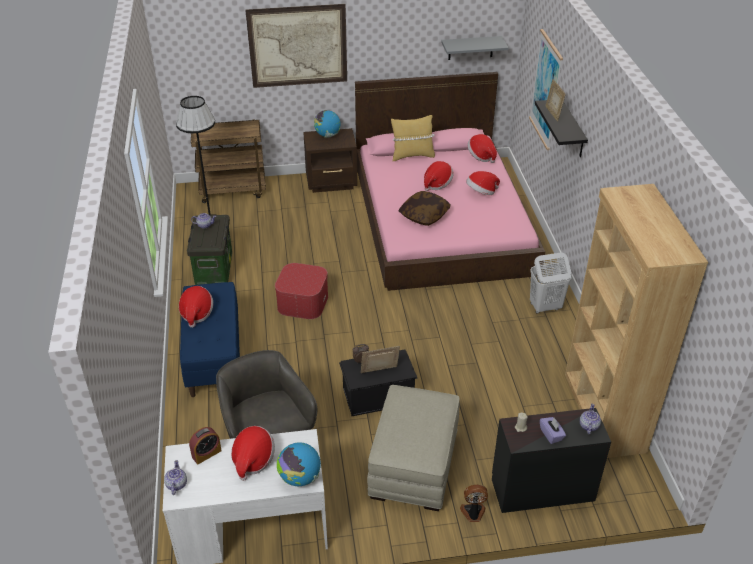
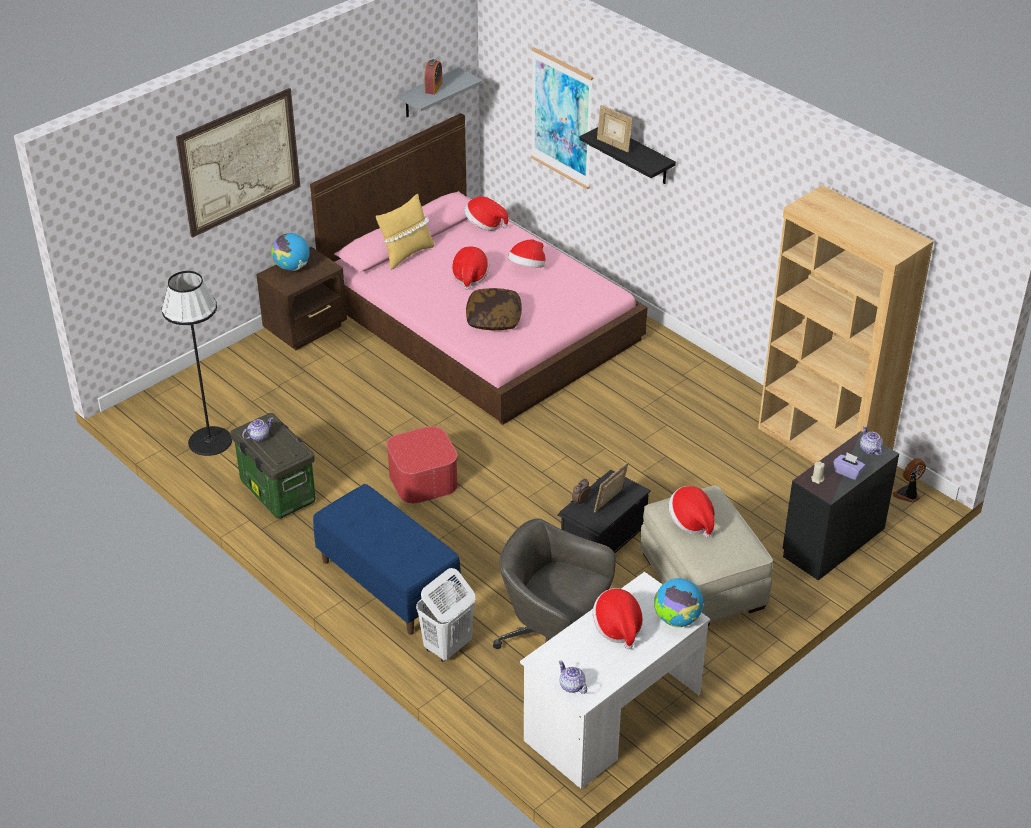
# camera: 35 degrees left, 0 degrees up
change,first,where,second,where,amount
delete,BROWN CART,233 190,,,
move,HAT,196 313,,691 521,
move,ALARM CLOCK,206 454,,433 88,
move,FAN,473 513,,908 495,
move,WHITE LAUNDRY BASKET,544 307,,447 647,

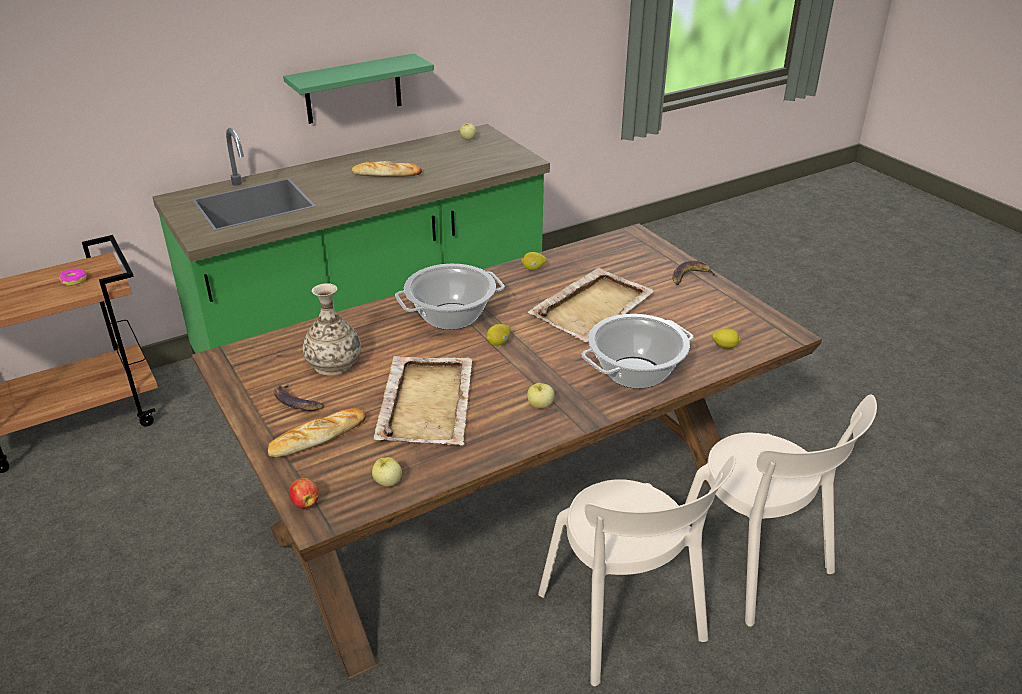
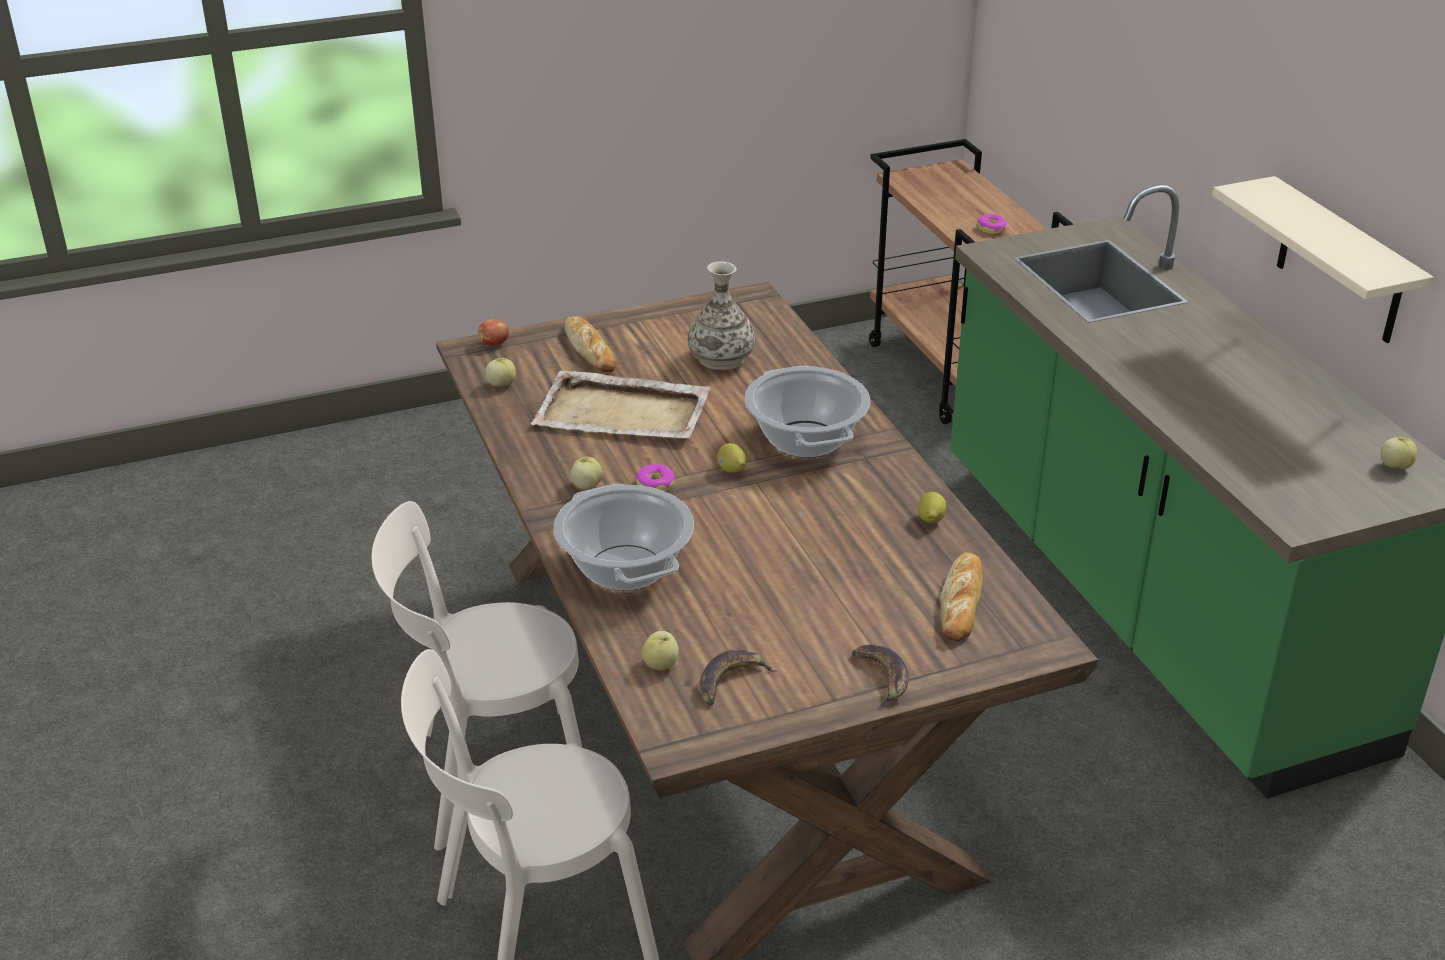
# camera: 100 degrees right, 0 degrees up
change,first,where,second,where,amount
delete,BEIGE TRAY,593 307,,,
insert,,,DONUT,655 484,
move,BANANA,296 402,,730 680,
move,BREAD,387 174,,961 602,
replace,LEMON,724 347,APPLE,661 664,
recolor,GREEN SHELF,353 89,BEIGE SHELF,1341 263,

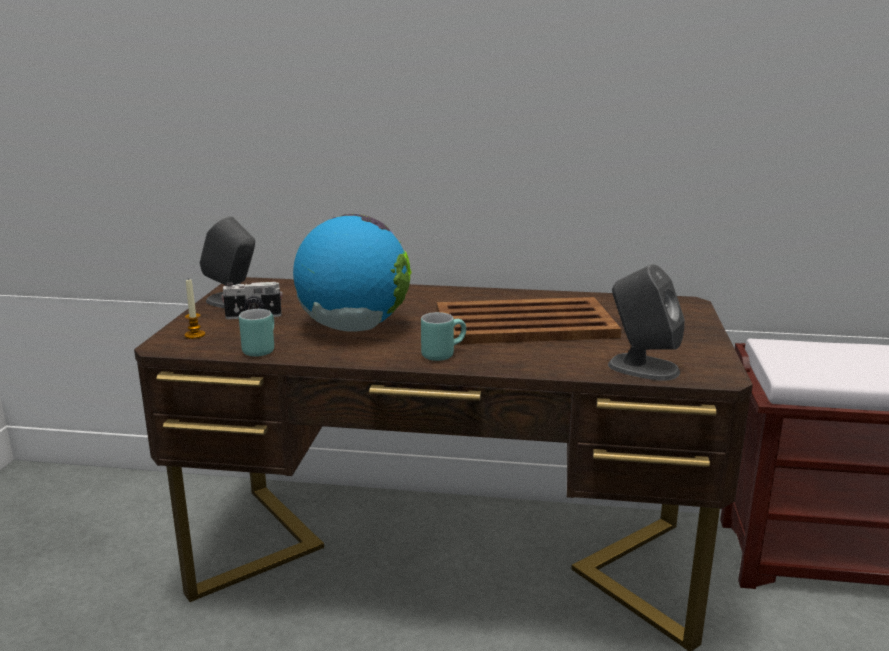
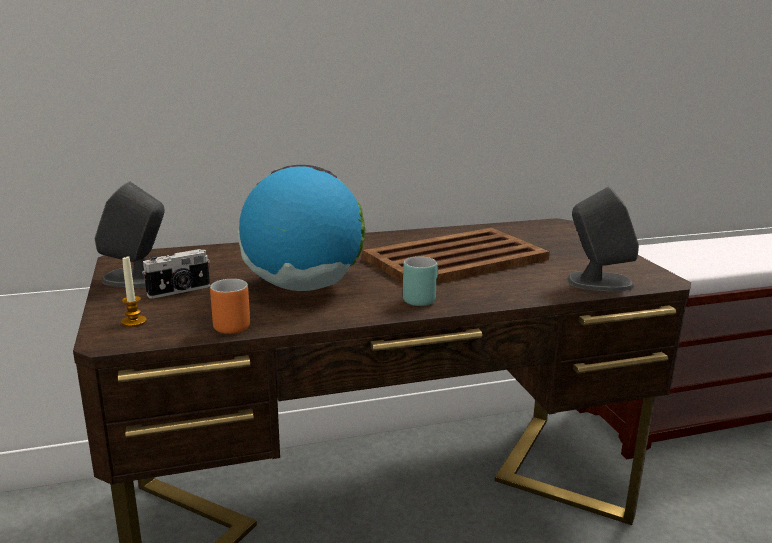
# camera: 25 degrees left, 0 degrees up
change,first,where,second,where,amount
recolor,TURQUOISE MUG,259 349,ORANGE MUG,229 324,

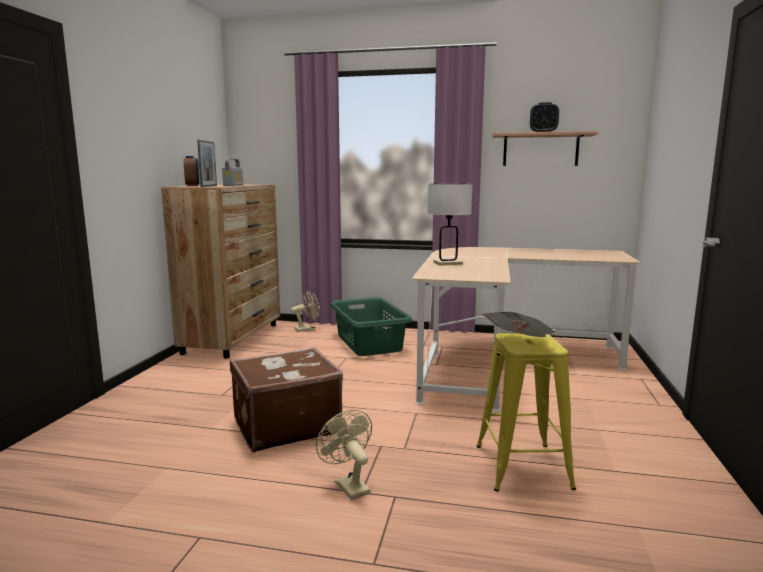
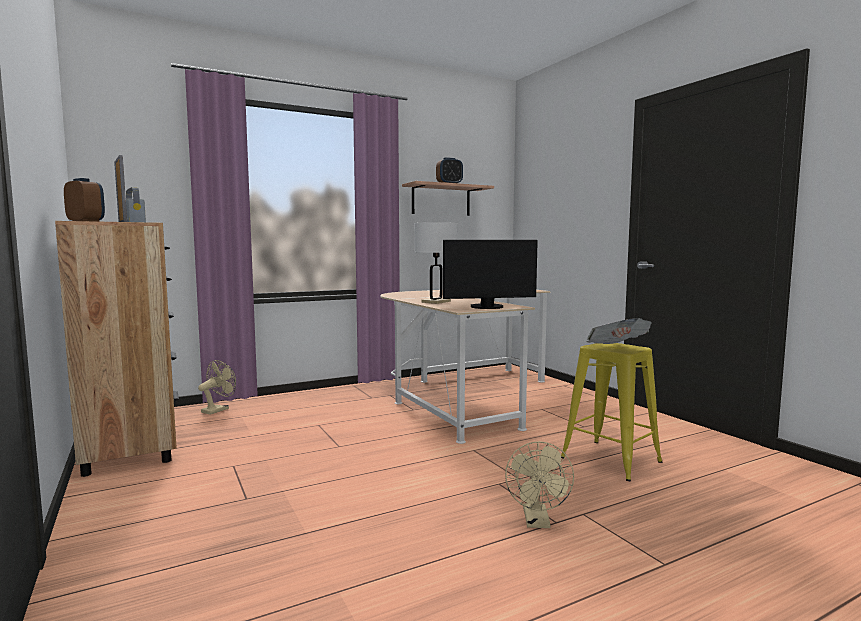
# camera: 40 degrees left, 5 degrees down
change,first,where,second,where,amount
delete,BROWN SUITCASE,285 425,,,
delete,GREEN LAUNDRY BASKET,369 342,,,
insert,,,MONITOR,488 307,
rotate,BEIGE FAN,348 485,,537 522,105 degrees counterclockwise

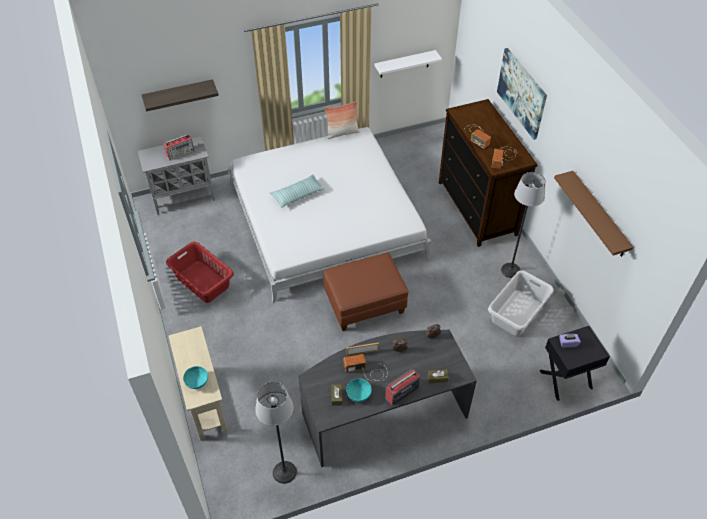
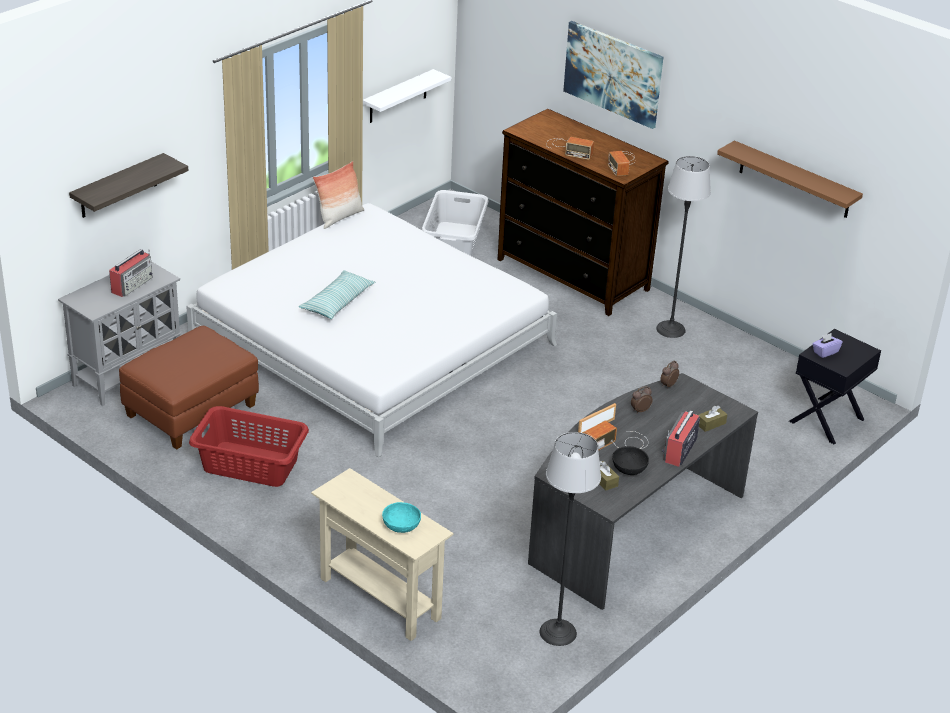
# camera: 30 degrees left, 15 degrees down
change,first,where,second,where,amount
move,BROWN OTTOMAN,364 303,,191 411,
move,GREY LAUNDRY BASKET,517 313,,455 241,
recolor,TURQUOISE BOWL,358 394,BLACK BOWL,629 469,

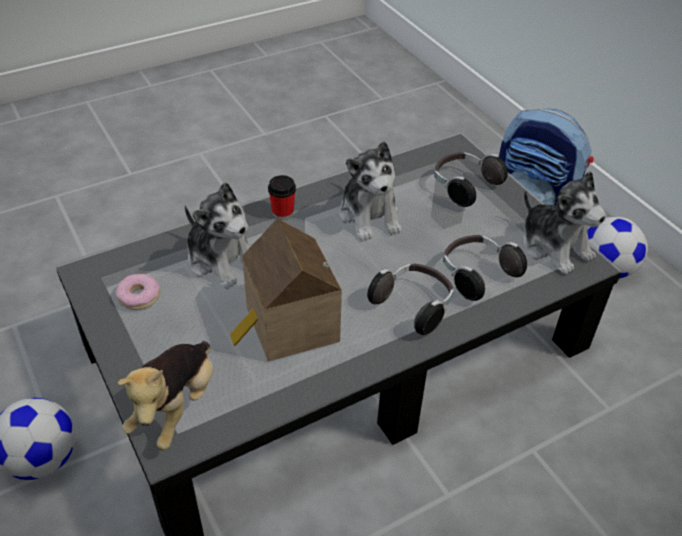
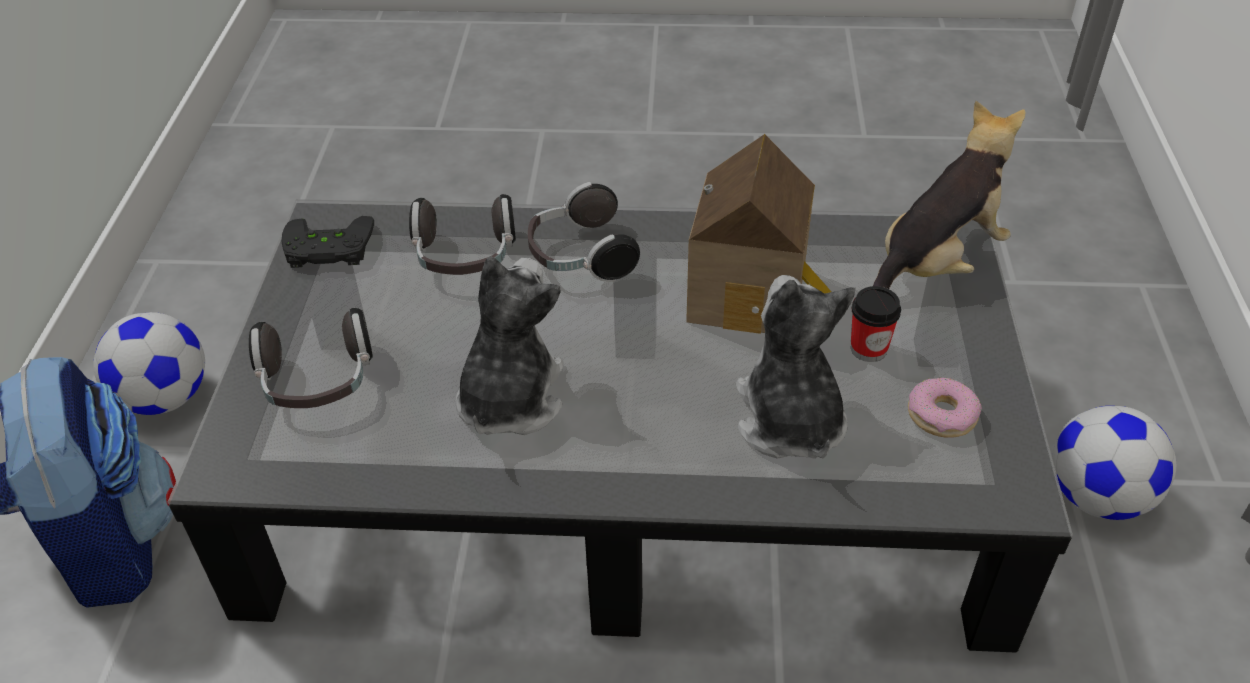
# camera: 145 degrees left, 0 degrees up
change,first,where,second,where,amount
move,CUP,282 213,,868 349,
replace,PLUSH TOY,554 247,BLACK GAME CONTROLLER,327 250,

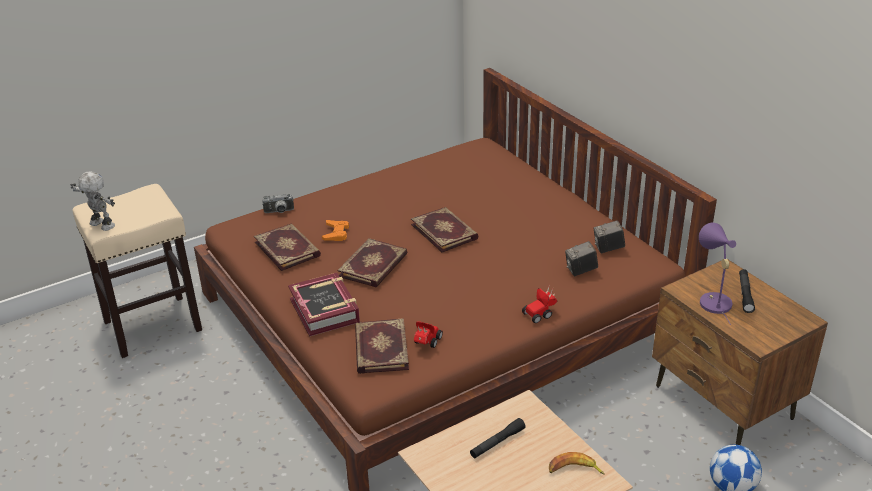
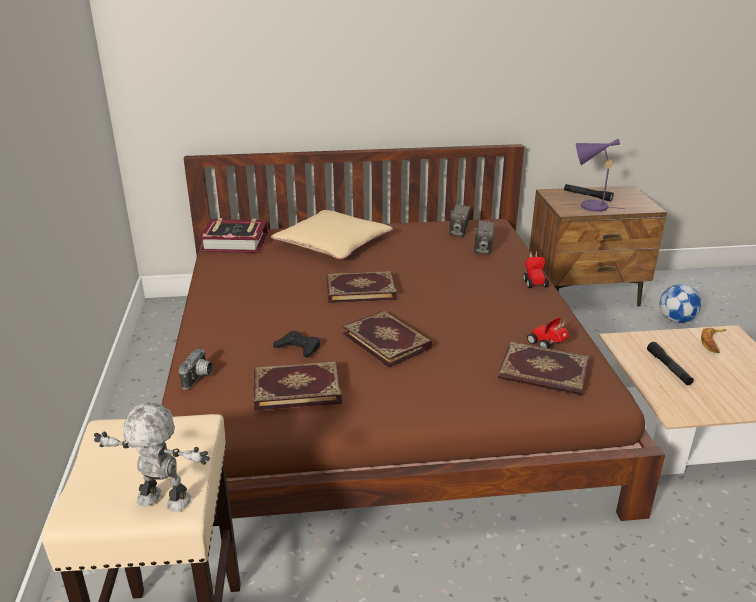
# camera: 65 degrees left, 5 degrees down
change,first,where,second,where,amount
insert,,,BEIGE PILLOW,333 243,
move,BOOK,325 310,,235 242,
recolor,ORANGE GAME CONTROLLER,336 233,BLACK GAME CONTROLLER,298 348,
rotate,TOY ROBOT,101 225,,163 502,45 degrees clockwise

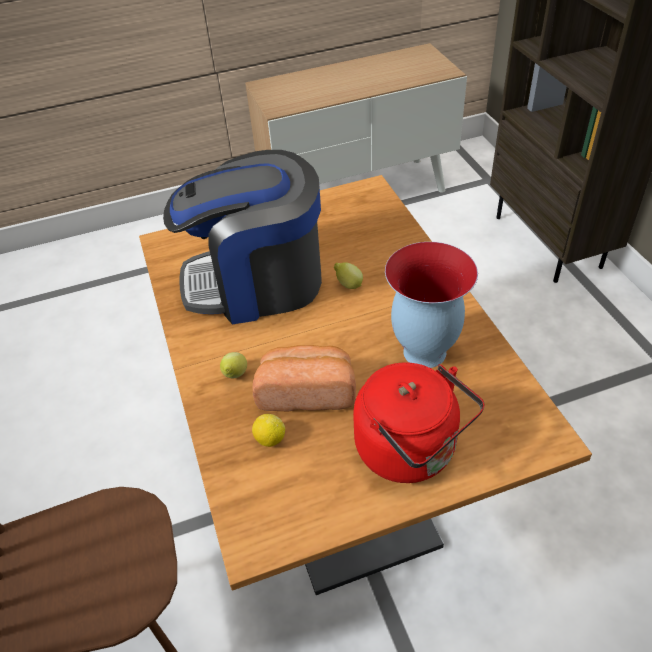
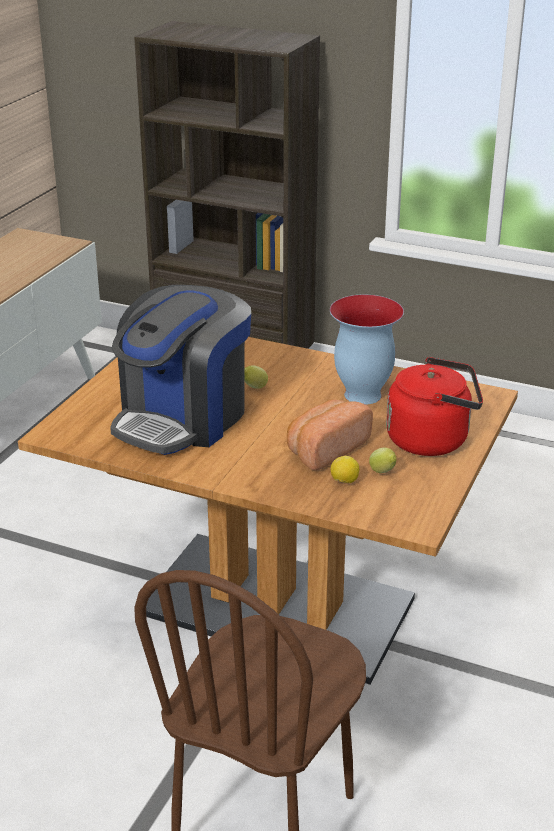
# camera: 50 degrees left, 15 degrees down
change,first,where,second,where,amount
move,LEMON,235 376,,383 472,

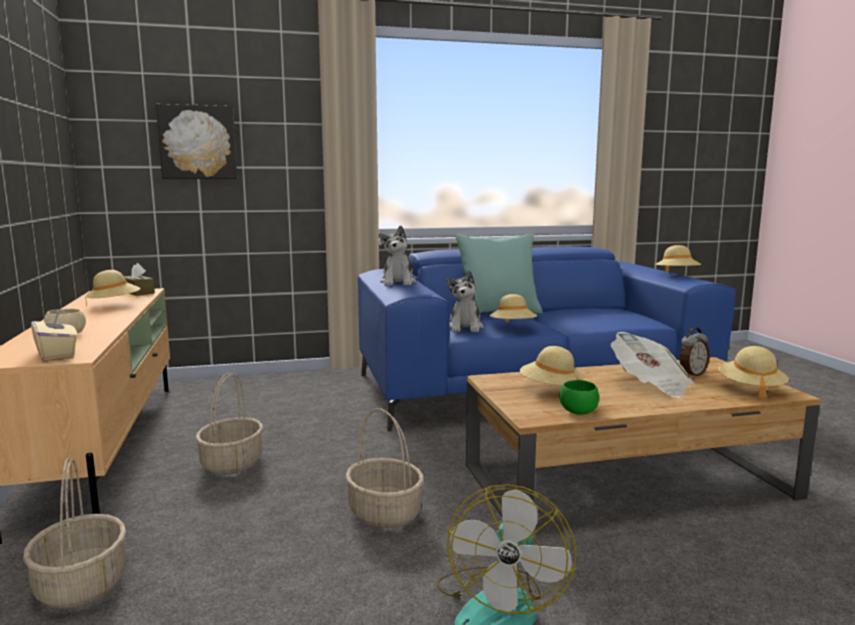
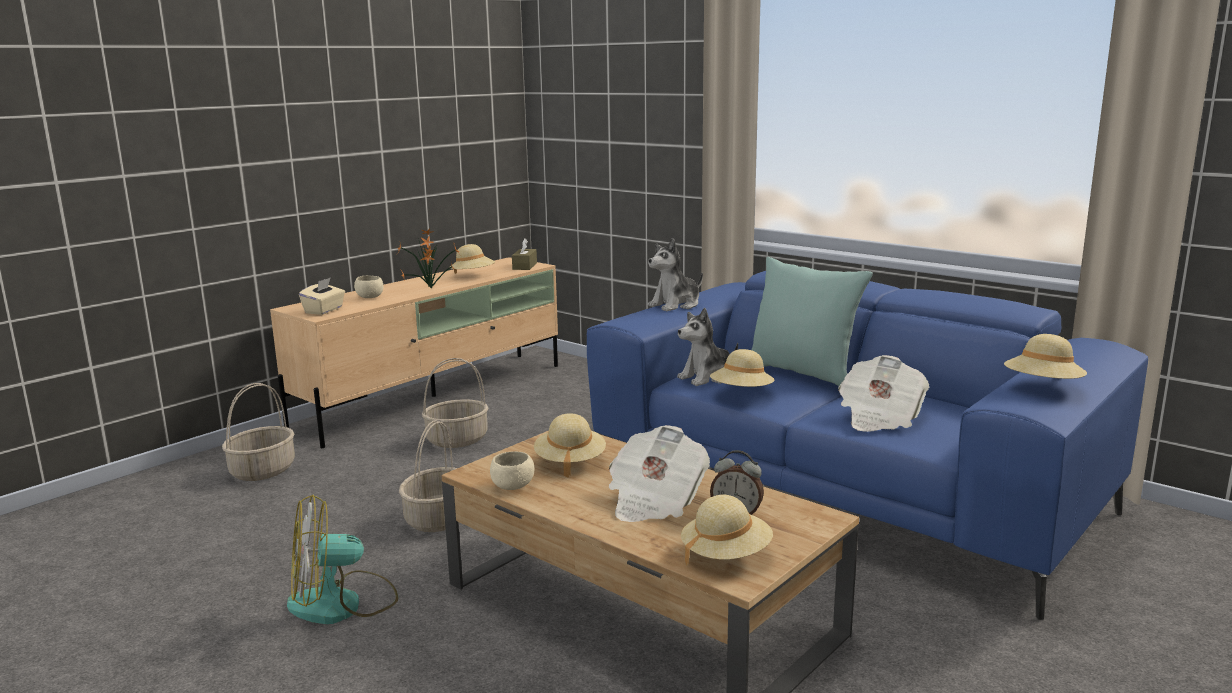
# camera: 55 degrees right, 5 degrees up
change,first,where,second,where,amount
delete,PICTURE,198 142,,,
insert,,,POTTED PLANT,432 288,
insert,,,NEWSPAPER,879 417,
recolor,GREEN BOWL,578 412,BEIGE BOWL,512 486,

